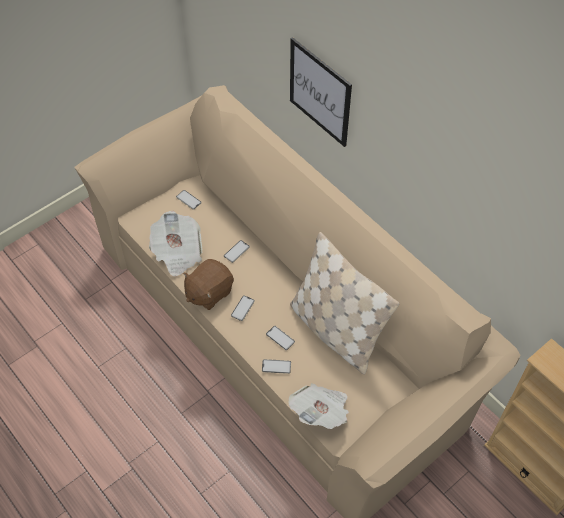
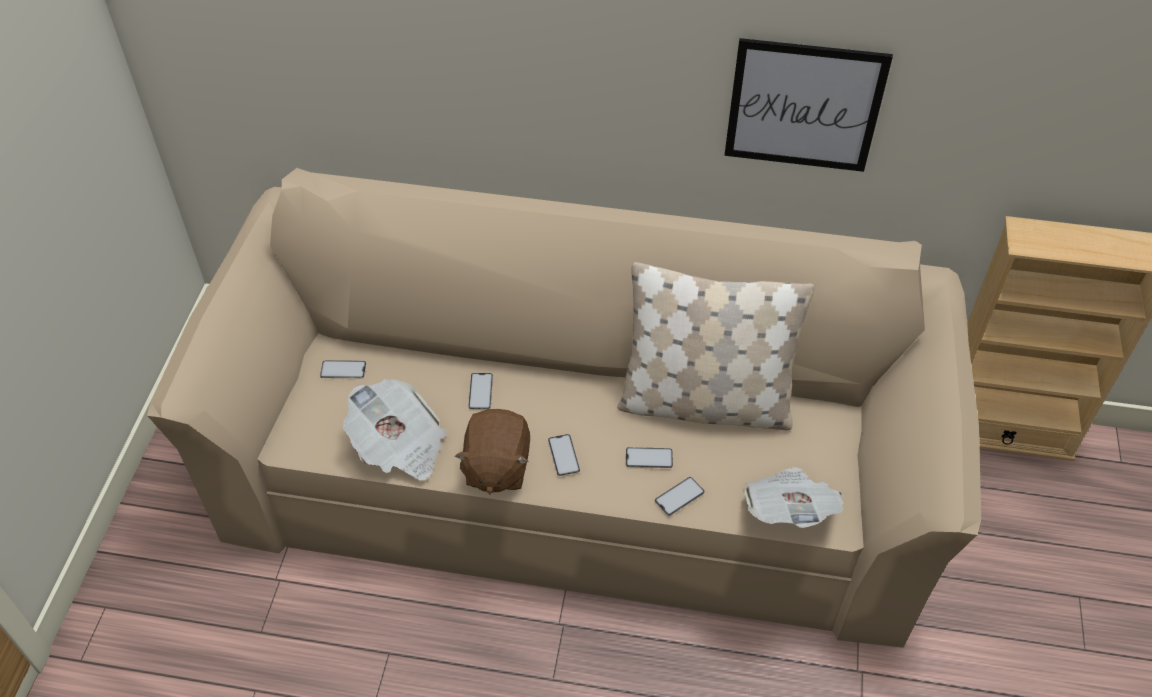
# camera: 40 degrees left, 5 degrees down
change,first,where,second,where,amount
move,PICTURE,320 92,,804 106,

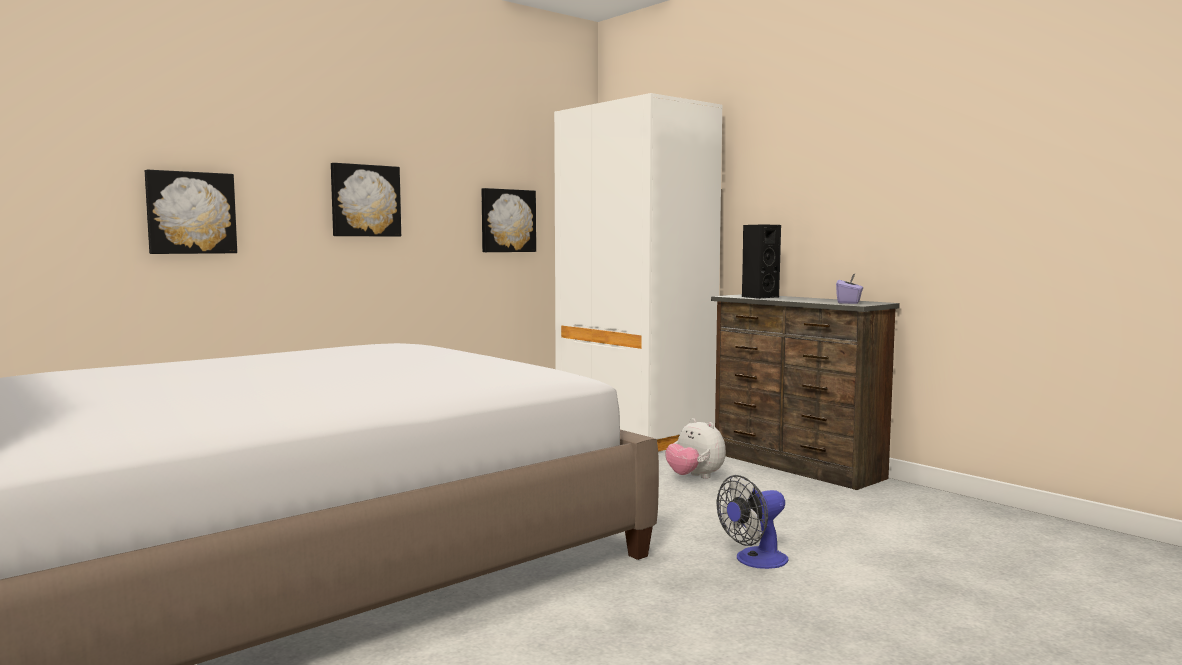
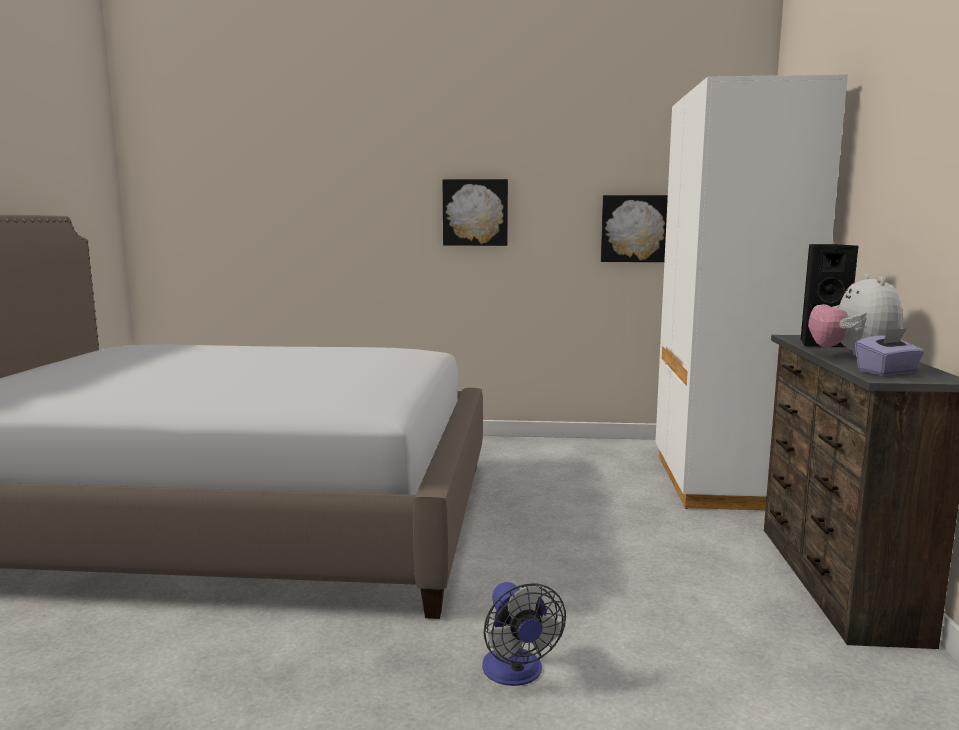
# camera: 45 degrees right, 5 degrees up
change,first,where,second,where,amount
delete,PICTURE,191 213,,,
move,PLUSH TOY,695 477,,852 356,
rotate,FAN,754 561,,516 673,120 degrees counterclockwise

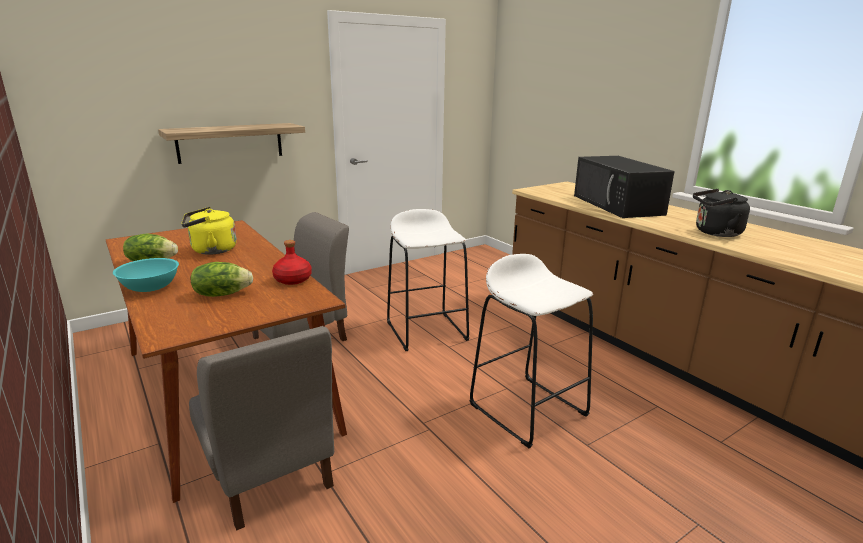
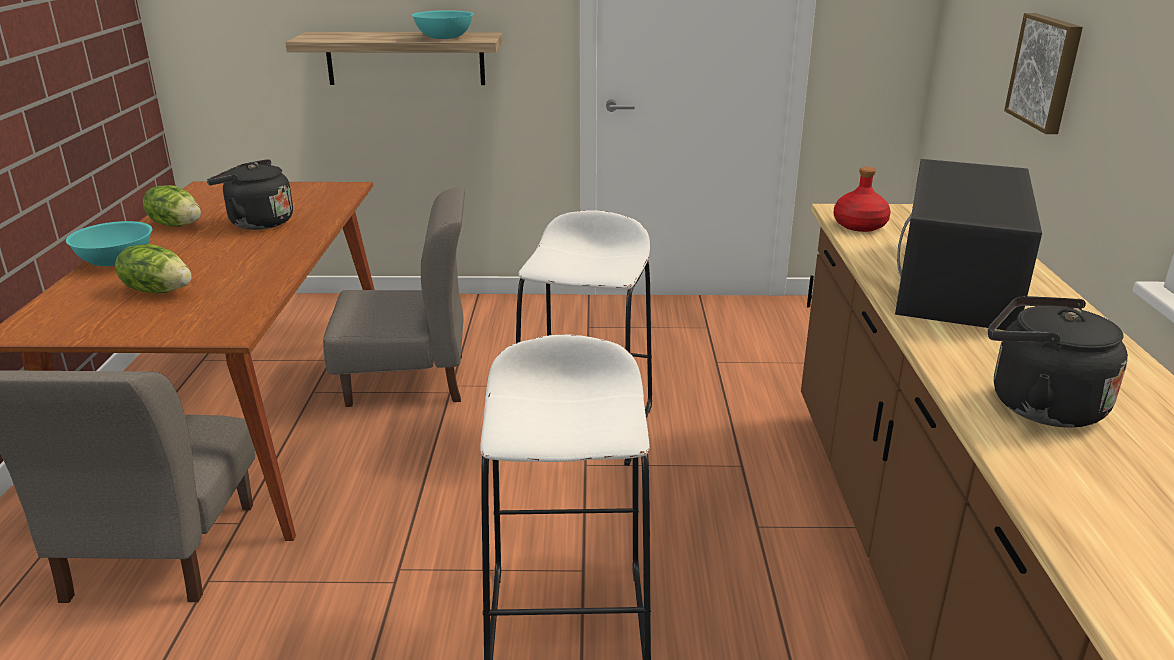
# camera: 35 degrees right, 5 degrees up
change,first,where,second,where,amount
insert,,,TURQUOISE BOWL,444 37,
insert,,,PICTURE,1046 72,
move,RED BOTTLE,293 280,,860 225,
recolor,YELLOW KETTLE,211 250,BLACK KETTLE,257 222,

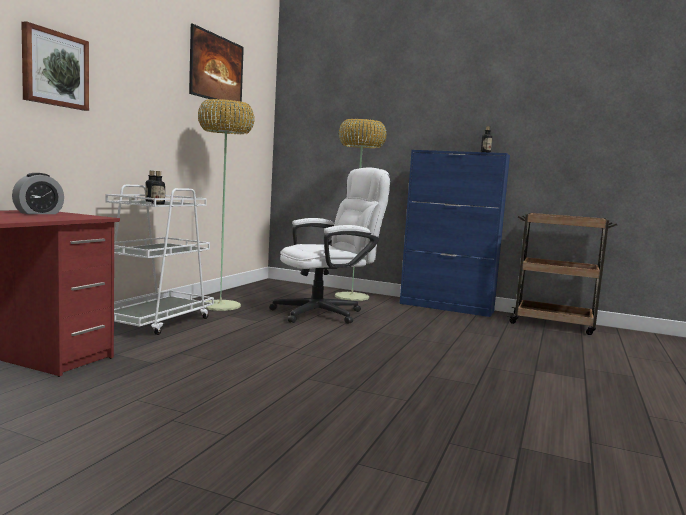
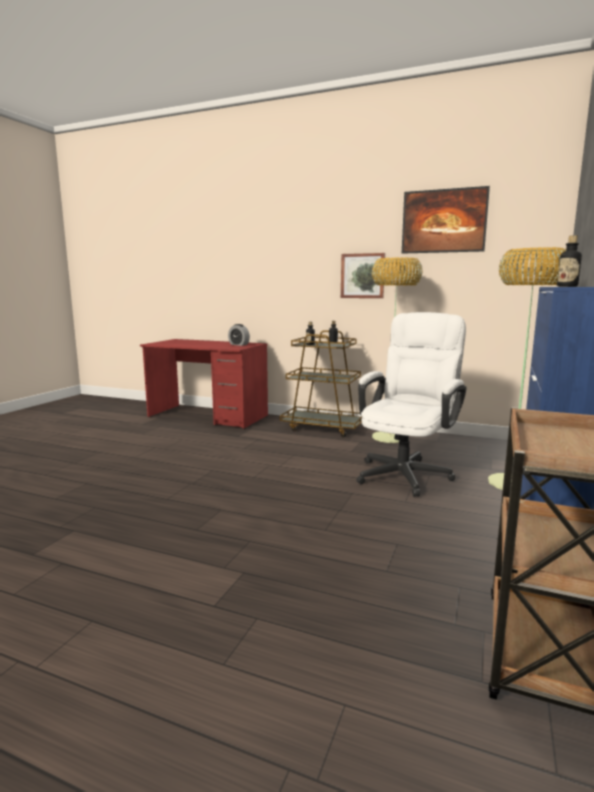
# camera: 90 degrees right, 5 degrees up
change,first,where,second,where,amount
move,PICTURE,55 69,,363 276,
recolor,WHITE CART,156 322,BROWN CART,323 428,
rotate,WHITE OFFICE CHAIR,326 313,,406 472,120 degrees counterclockwise

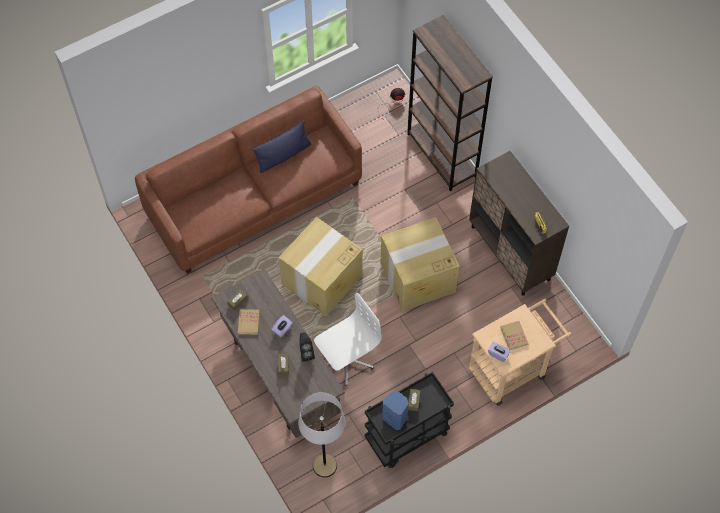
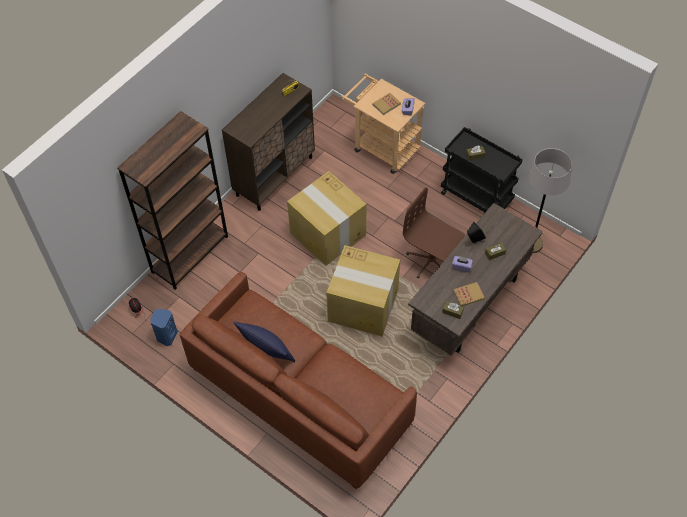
# camera: 110 degrees left, 5 degrees down
change,first,where,second,where,amount
move,BLUE SPEAKER,395 418,,166 336,
recolor,WHITE OFFICE CHAIR,346 359,BROWN OFFICE CHAIR,431 260,

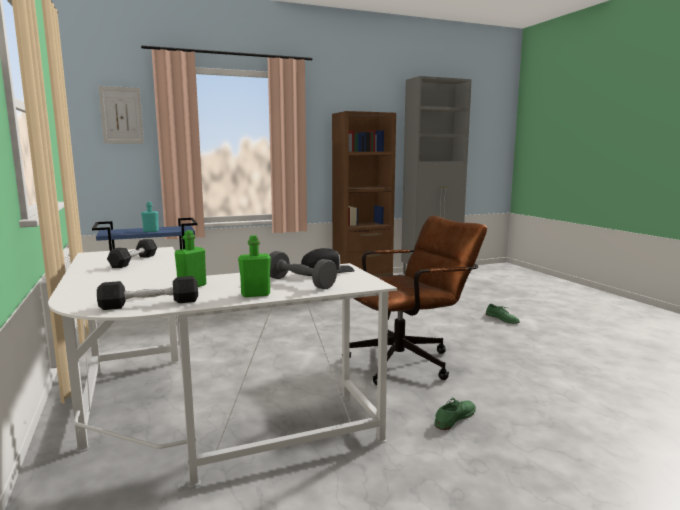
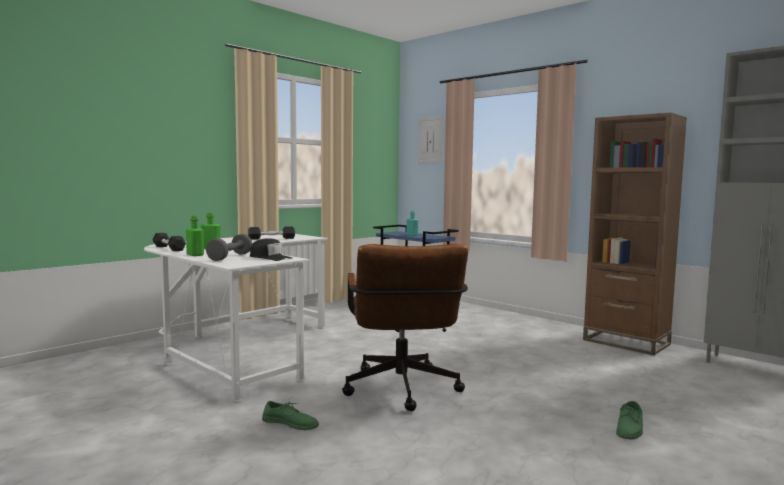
# camera: 65 degrees right, 5 degrees down
change,first,where,second,where,amount
rotate,BROWN OFFICE CHAIR,408 361,,402 392,45 degrees clockwise

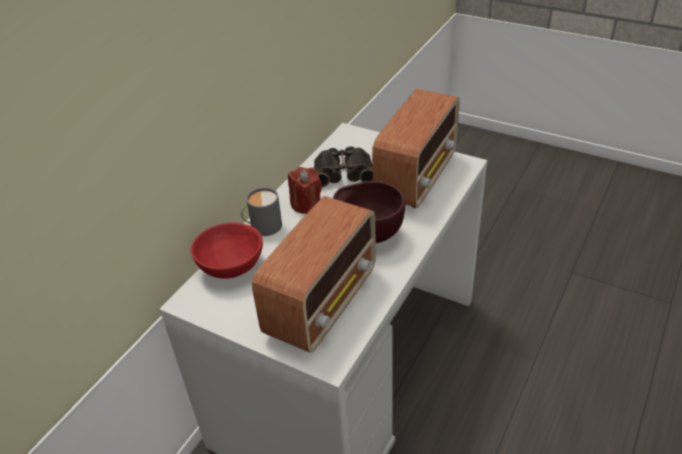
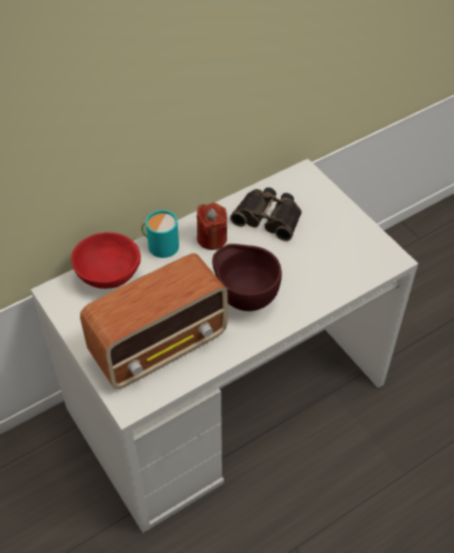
# camera: 25 degrees right, 10 degrees up
change,first,where,second,where,amount
delete,RADIO,417 176,,,
recolor,GREY MUG,263 226,TURQUOISE MUG,160 245,

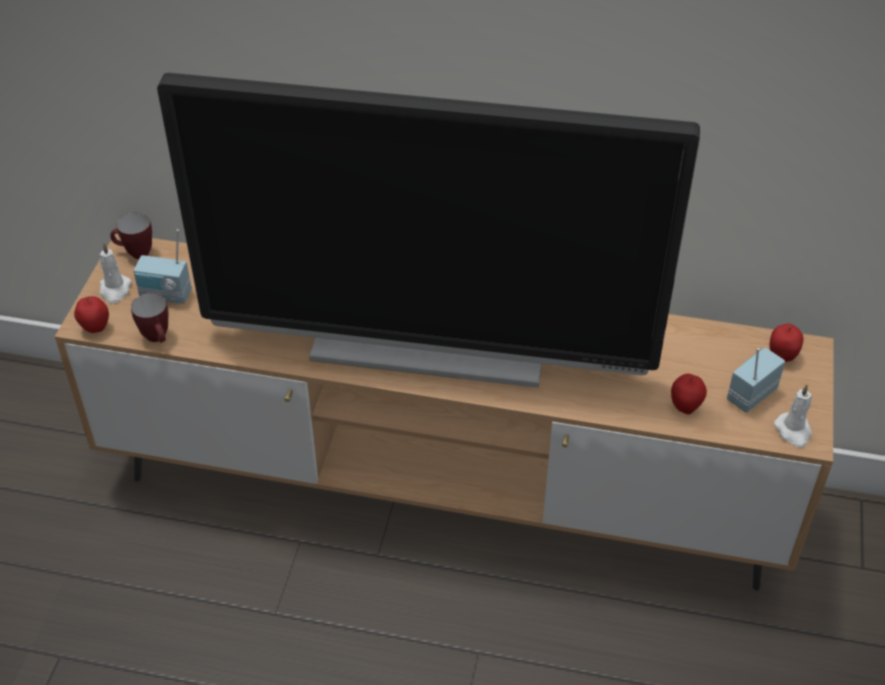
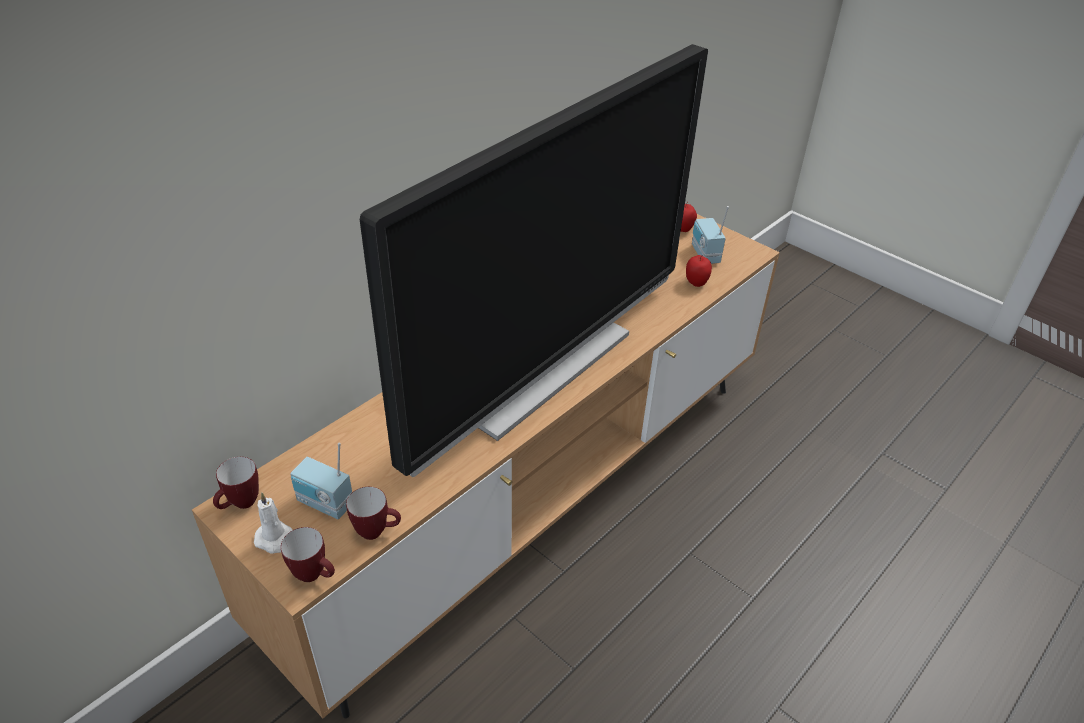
# camera: 60 degrees left, 5 degrees down
change,first,where,second,where,amount
delete,WHITE CANDLE,793 431,,,
replace,APPLE,95 328,MUG,315 575,
rotate,RADIO,165 296,,324 504,75 degrees clockwise

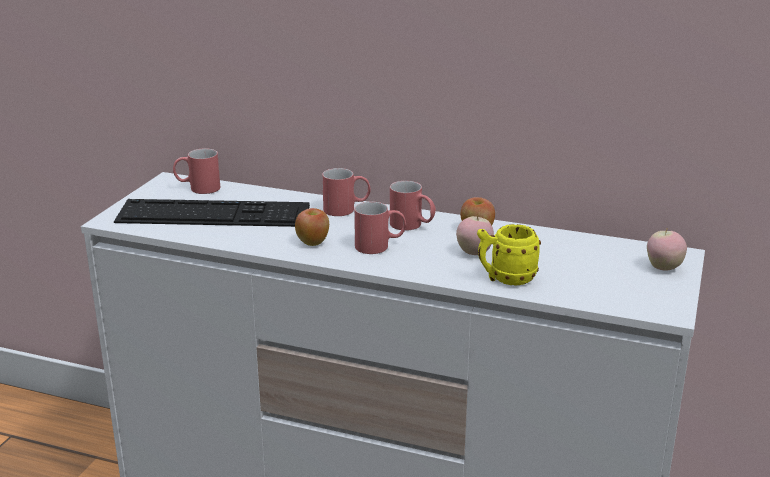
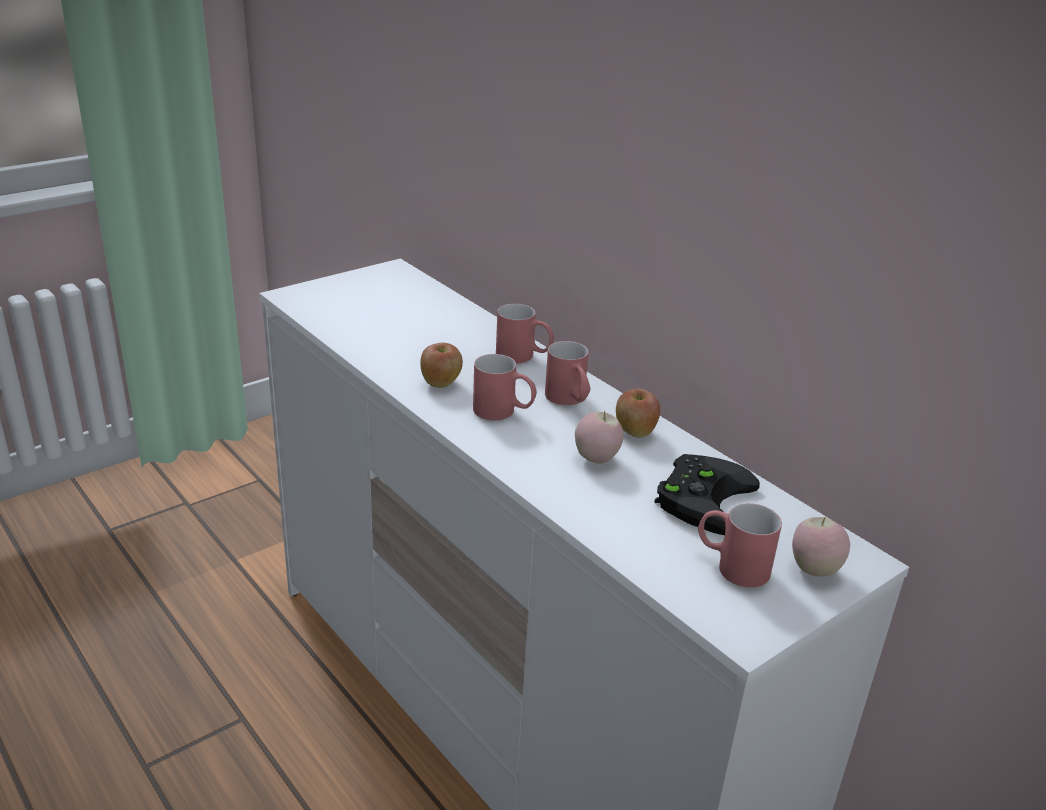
# camera: 30 degrees right, 5 degrees up
change,first,where,second,where,amount
delete,KEYBOARD,213 214,,,
delete,YELLOW MUG,505 279,,,
insert,,,BLACK GAME CONTROLLER,702 496,
move,RED MUG,197 188,,731 566,

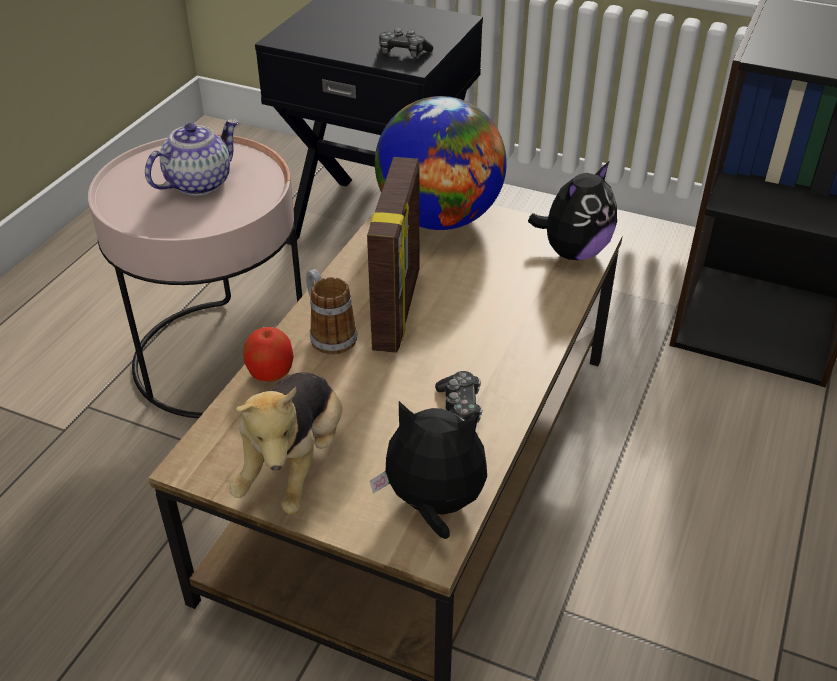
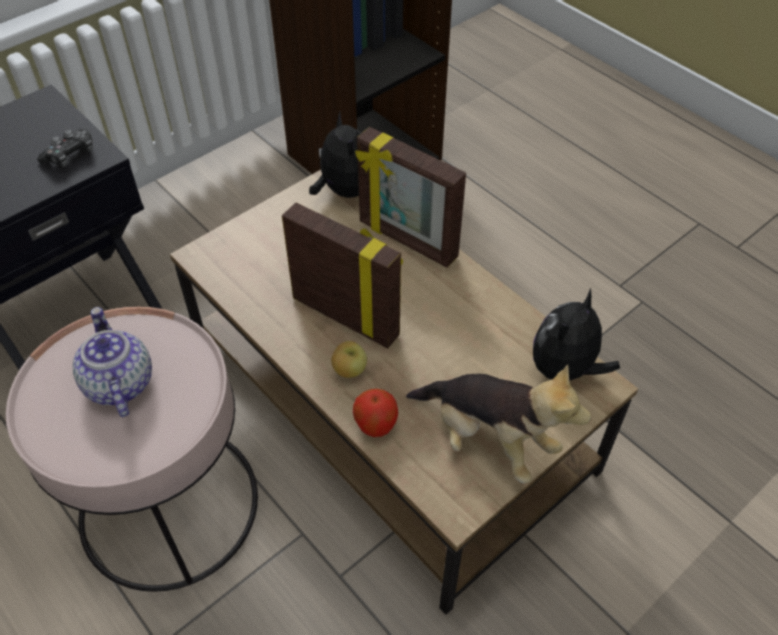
# camera: 65 degrees left, 10 degrees up
change,first,where,second,where,amount
delete,GLOBE,439 218,,,
delete,GAME CONTROLLER,458 410,,,
insert,,,PICTURE FRAME,407 241,
replace,MUG,328 334,APPLE,349 370,

